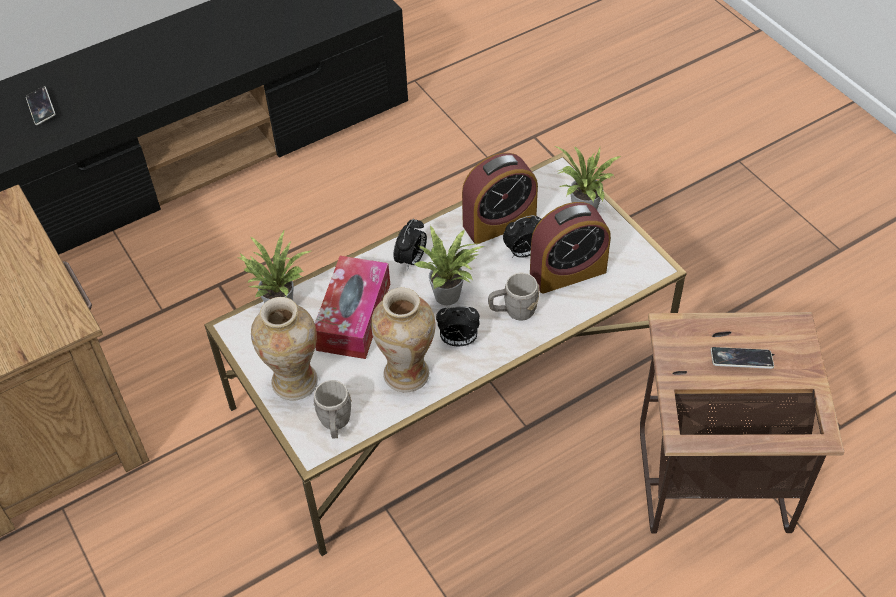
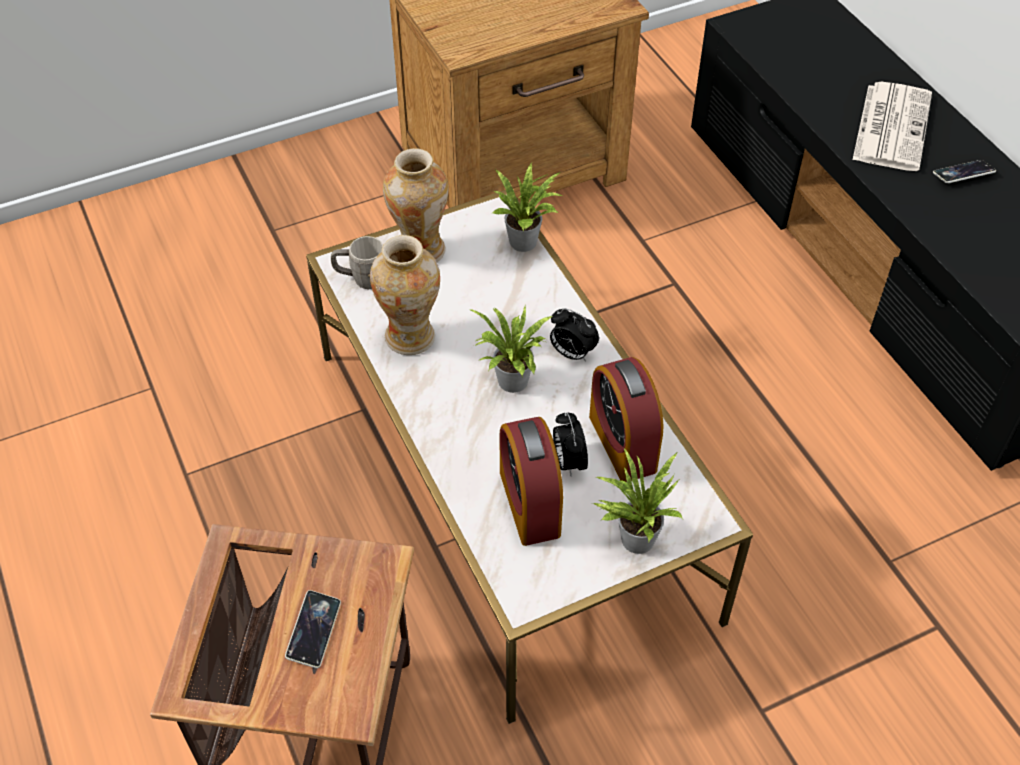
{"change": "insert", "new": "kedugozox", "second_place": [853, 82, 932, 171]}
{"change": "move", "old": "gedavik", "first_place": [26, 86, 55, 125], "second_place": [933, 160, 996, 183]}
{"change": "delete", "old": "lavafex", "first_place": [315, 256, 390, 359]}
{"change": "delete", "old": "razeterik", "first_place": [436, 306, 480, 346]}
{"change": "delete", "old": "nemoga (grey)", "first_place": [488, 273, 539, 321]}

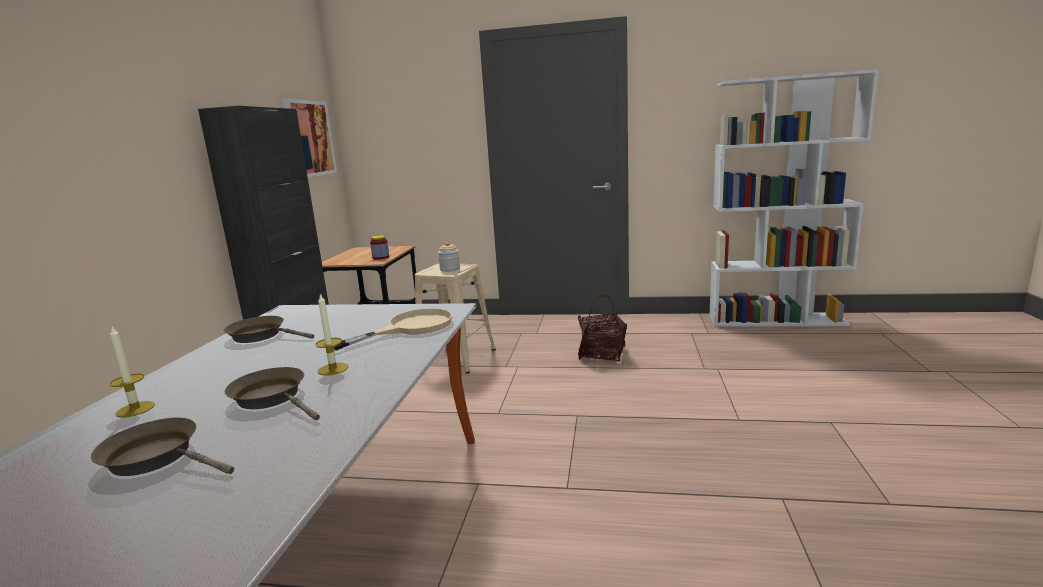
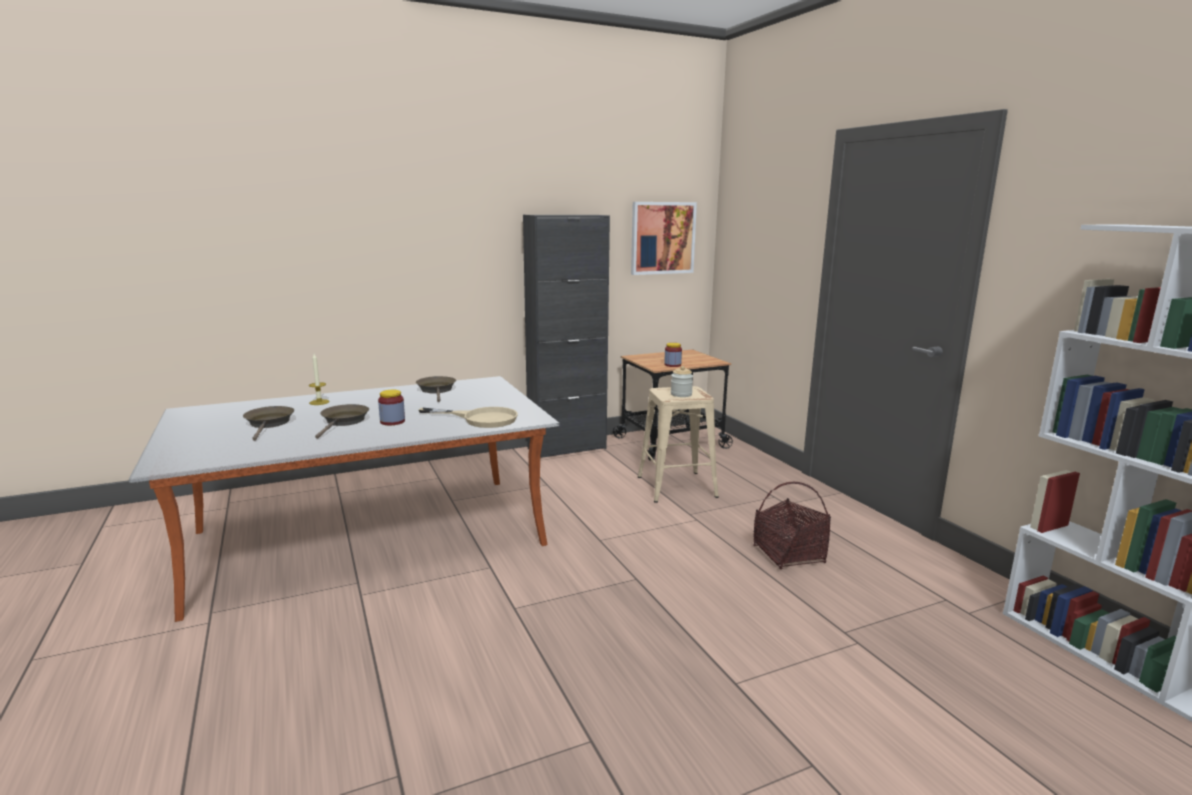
{"change": "replace", "old": "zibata", "new": "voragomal", "first_place": [315, 293, 348, 376], "second_place": [378, 390, 405, 425]}

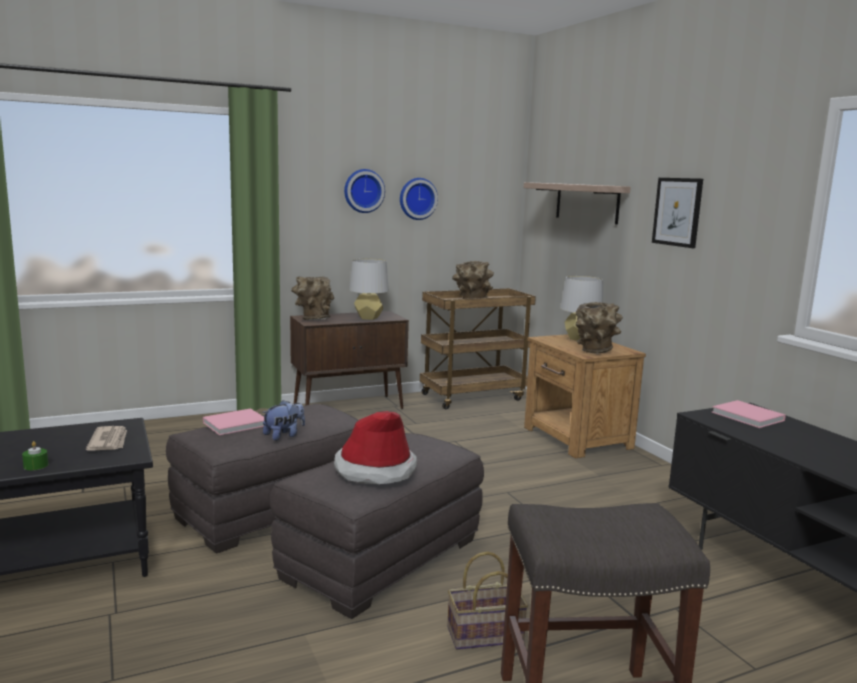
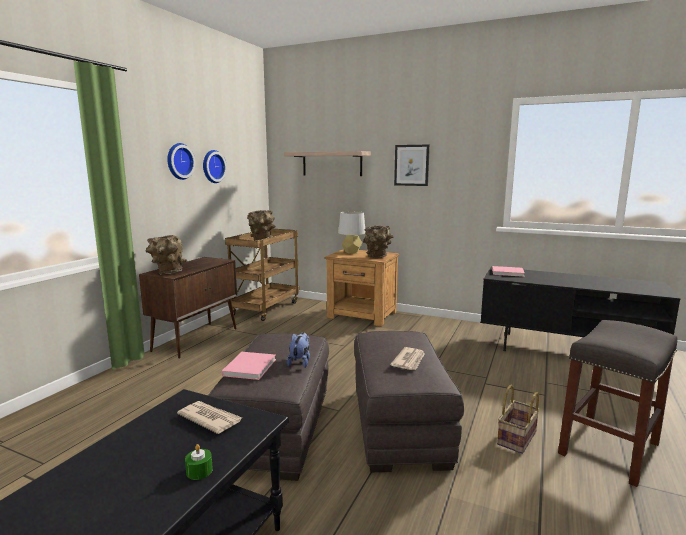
{"change": "replace", "old": "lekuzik", "new": "kedugozox", "first_place": [334, 411, 417, 484], "second_place": [391, 347, 425, 370]}
{"change": "delete", "old": "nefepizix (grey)", "first_place": [349, 259, 389, 320]}

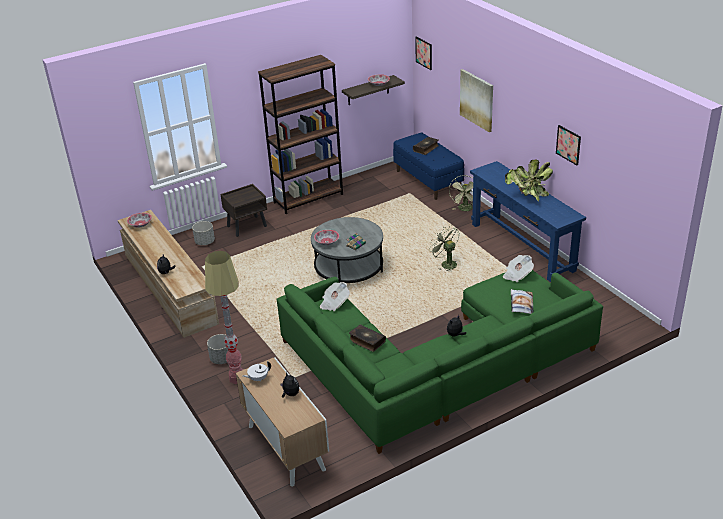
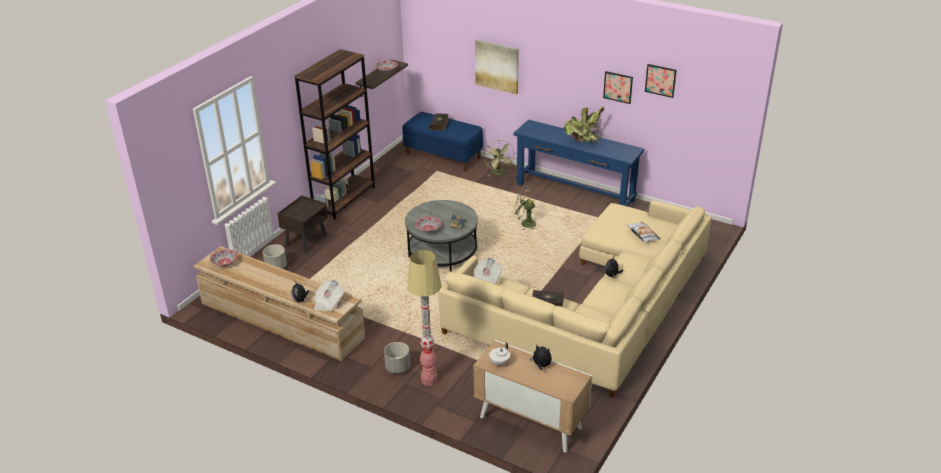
{"change": "move", "old": "kedugozox", "first_place": [503, 255, 534, 282], "second_place": [314, 280, 344, 311]}
{"change": "recolor", "old": "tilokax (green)", "new": "tilokax (beige)", "first_place": [276, 270, 603, 454], "second_place": [438, 200, 712, 398]}
{"change": "move", "old": "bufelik", "first_place": [415, 37, 432, 70], "second_place": [645, 64, 677, 98]}

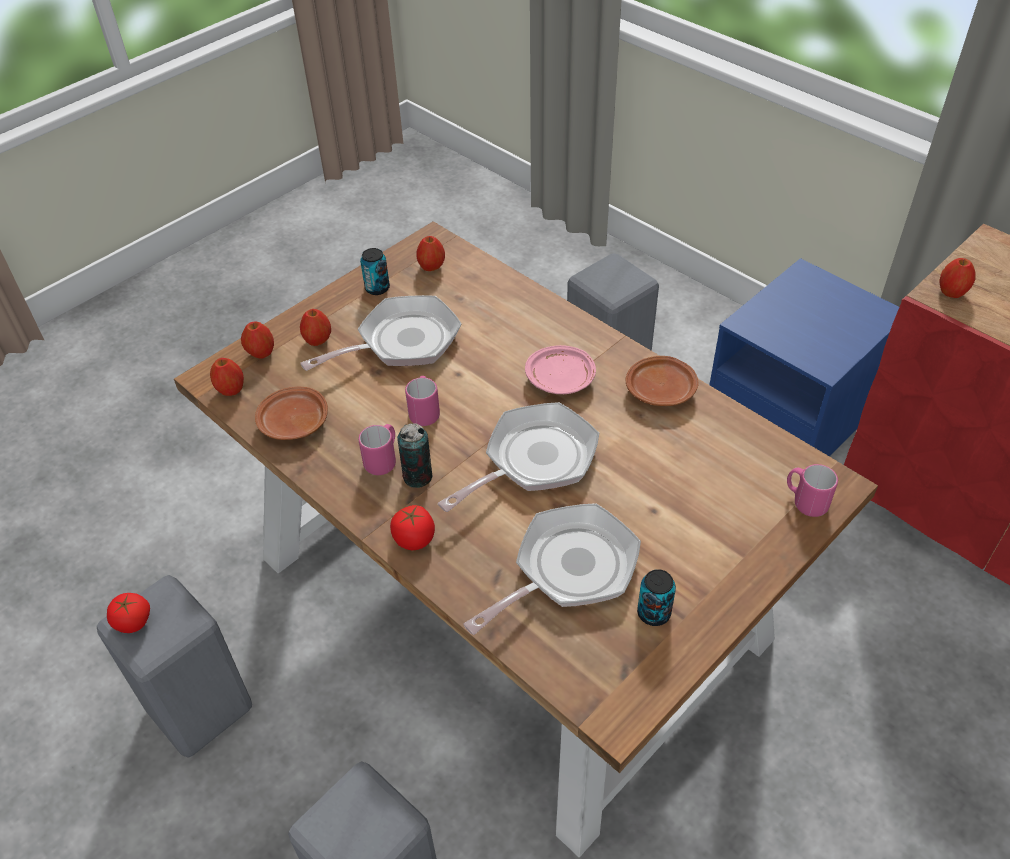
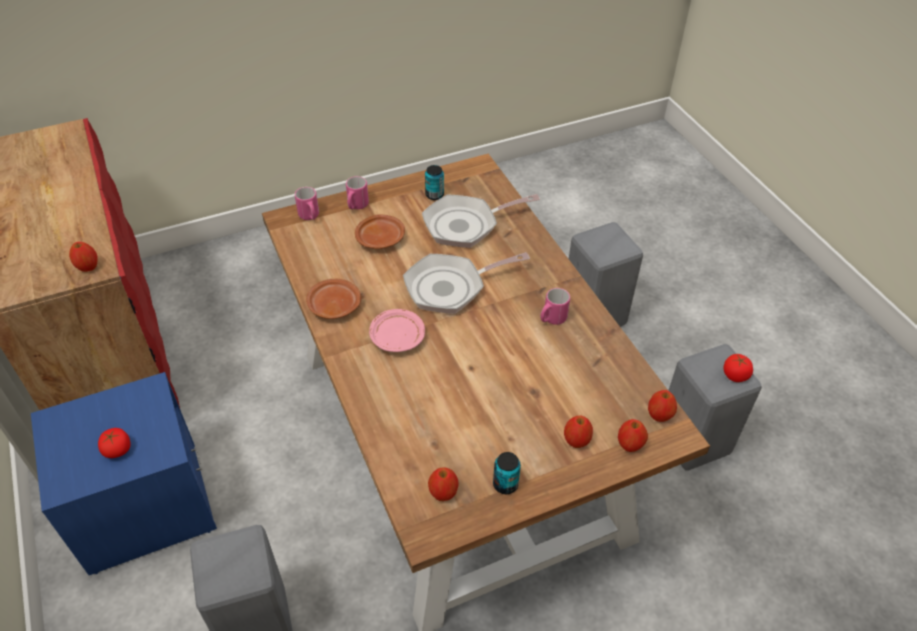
{"change": "move", "old": "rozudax", "first_place": [390, 505, 435, 550], "second_place": [98, 428, 130, 458]}
{"change": "move", "old": "nemoga (pink)", "first_place": [405, 376, 440, 426], "second_place": [346, 176, 369, 209]}
{"change": "move", "old": "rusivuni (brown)", "first_place": [255, 387, 328, 440], "second_place": [355, 214, 405, 249]}
{"change": "delete", "old": "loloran", "first_place": [300, 295, 462, 371]}
{"change": "delete", "old": "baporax", "first_place": [397, 423, 432, 488]}

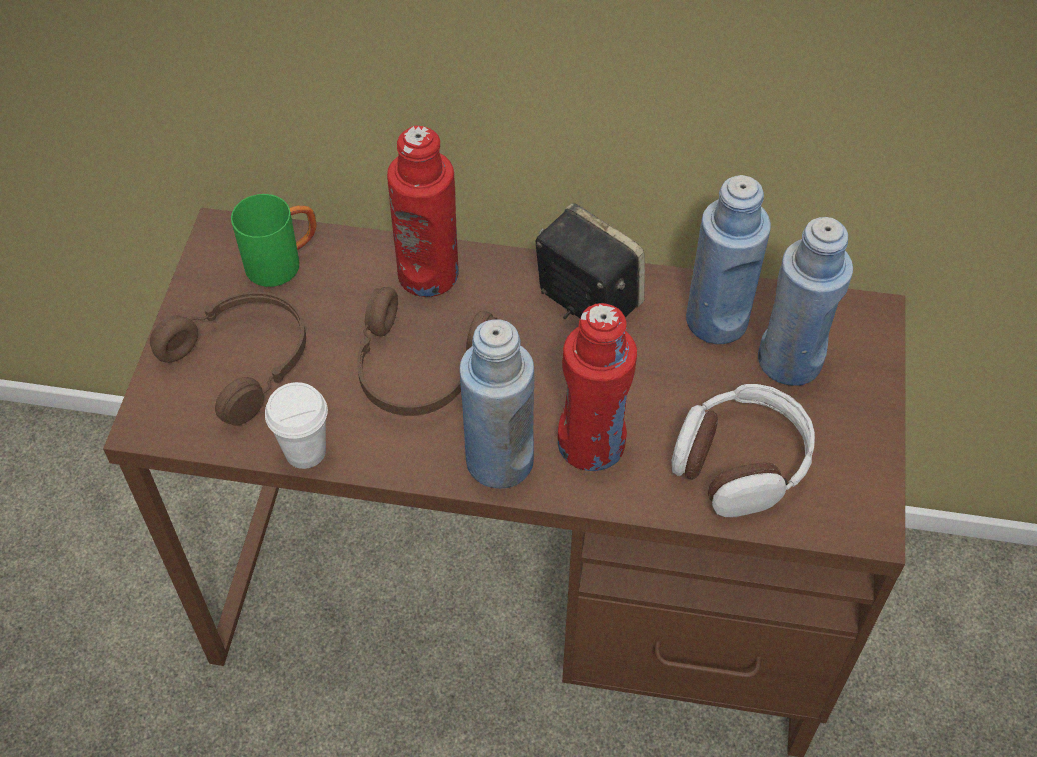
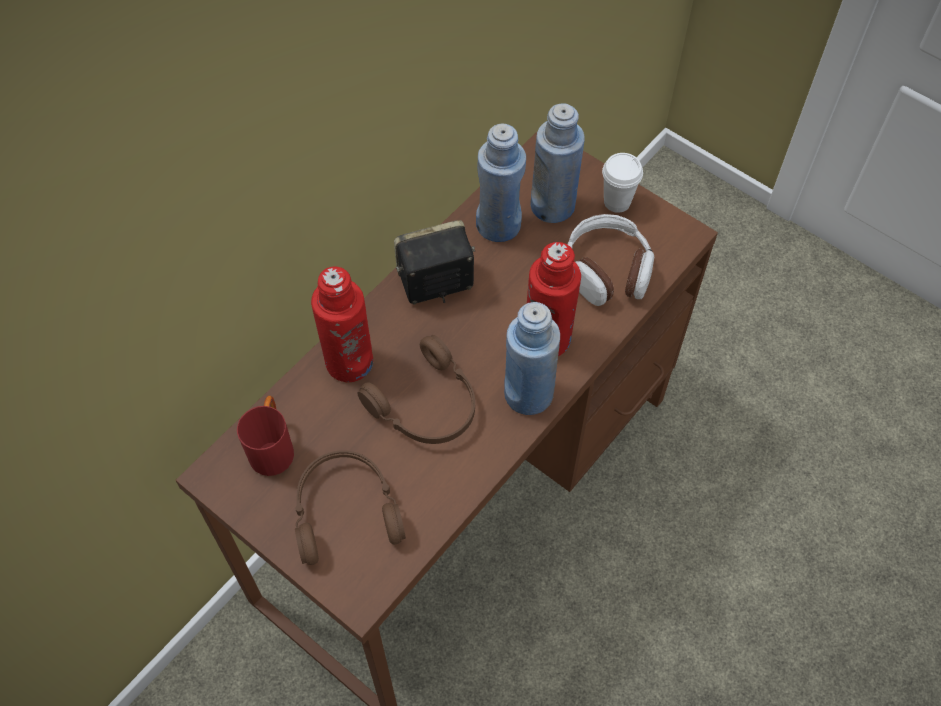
{"change": "recolor", "old": "nemoga (green)", "new": "nemoga (red)", "first_place": [231, 194, 317, 287], "second_place": [237, 396, 294, 476]}
{"change": "move", "old": "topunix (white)", "first_place": [265, 382, 328, 469], "second_place": [602, 153, 643, 213]}

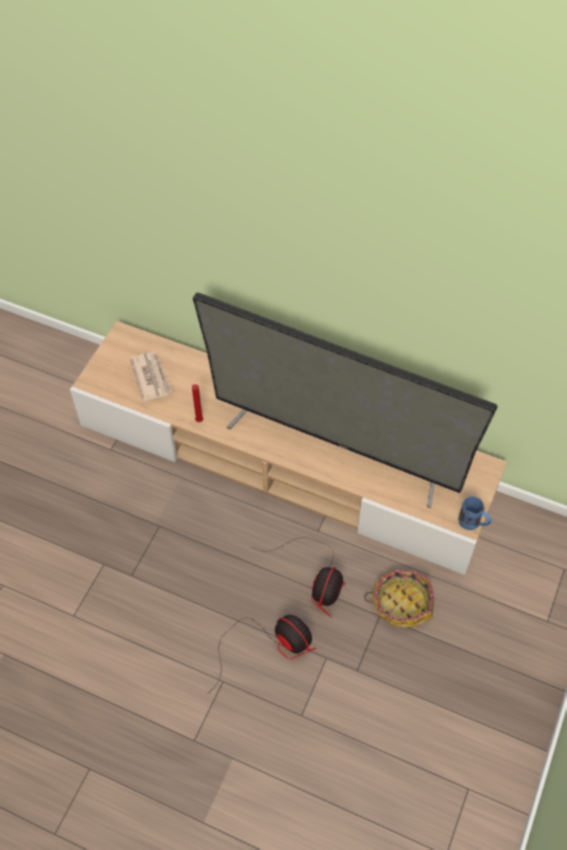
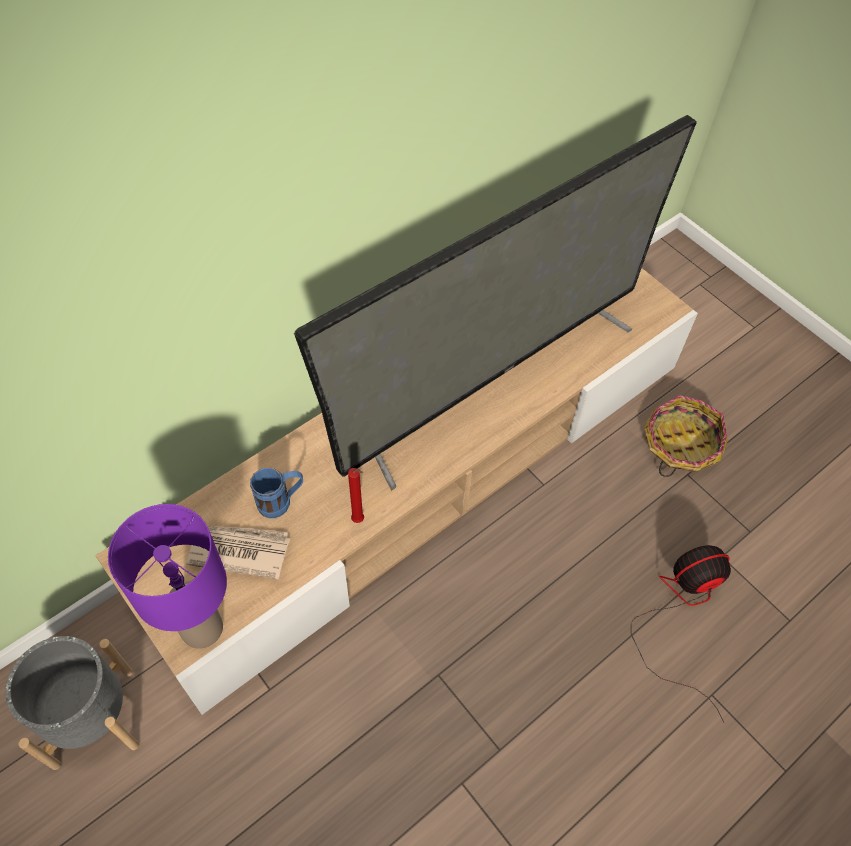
{"change": "insert", "new": "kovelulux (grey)", "second_place": [6, 636, 139, 770]}
{"change": "insert", "new": "nefepizix (purple)", "second_place": [108, 504, 227, 649]}
{"change": "move", "old": "nemoga (blue)", "first_place": [458, 496, 492, 530], "second_place": [250, 467, 303, 518]}
{"change": "delete", "old": "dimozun", "first_place": [251, 537, 345, 618]}

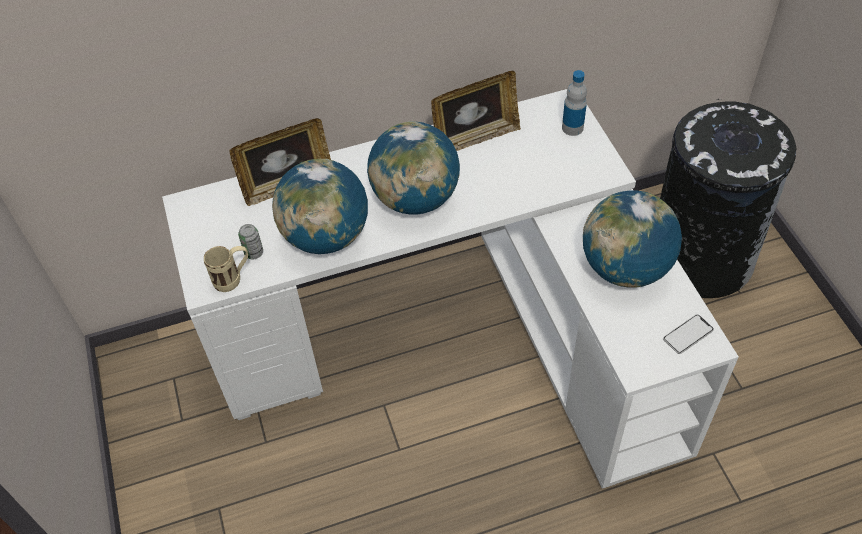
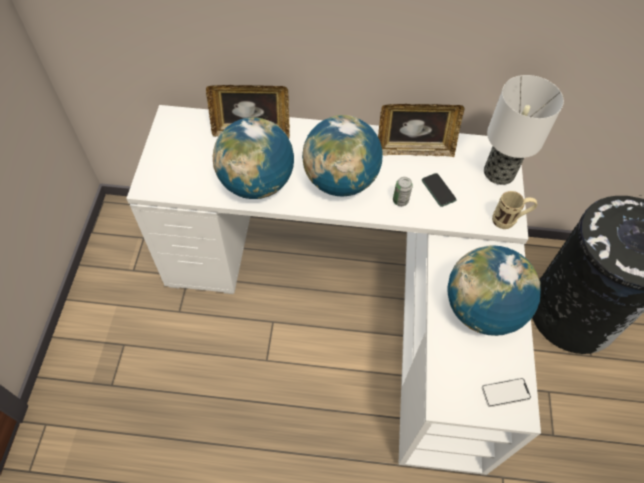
{"change": "move", "old": "baporax", "first_place": [238, 224, 263, 259], "second_place": [393, 177, 413, 206]}
{"change": "insert", "new": "gedavik", "second_place": [422, 173, 456, 207]}
{"change": "replace", "old": "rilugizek", "new": "nefepizix", "first_place": [562, 70, 587, 136], "second_place": [484, 75, 564, 185]}
{"change": "move", "old": "nemoga (beige)", "first_place": [204, 246, 248, 292], "second_place": [492, 191, 537, 229]}

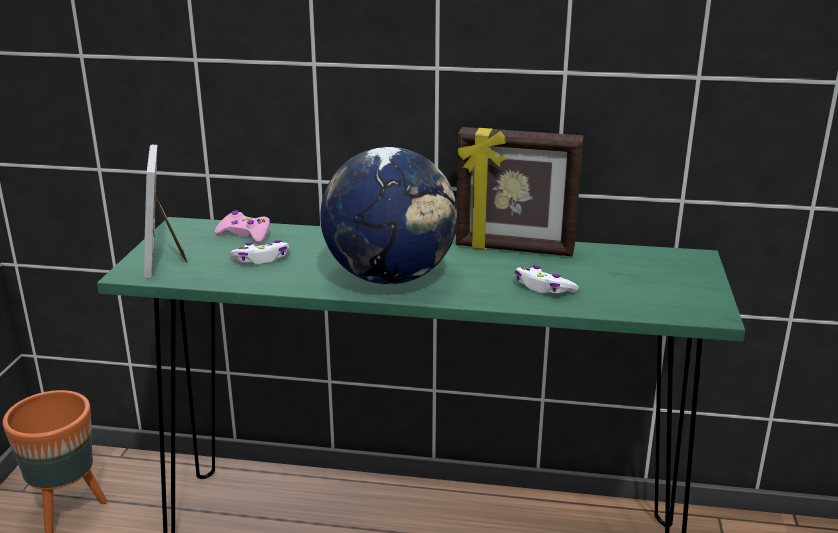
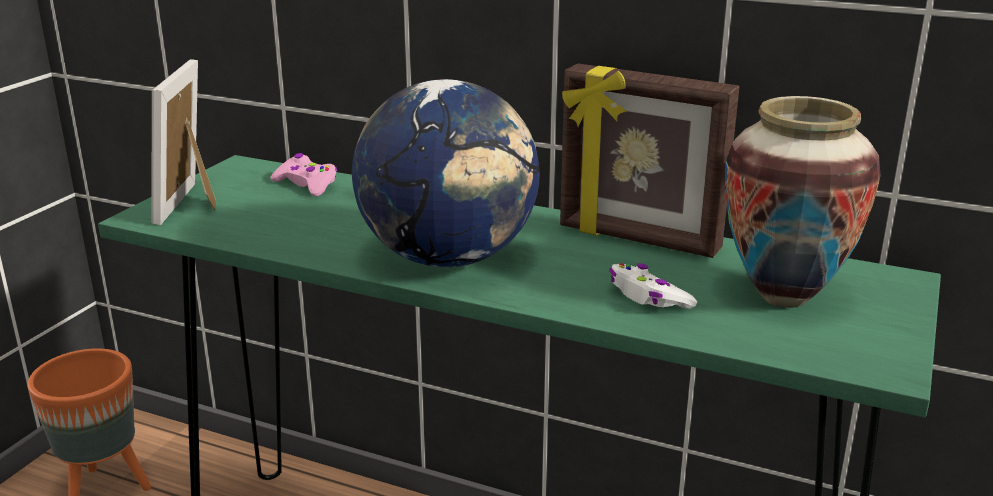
{"change": "insert", "new": "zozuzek", "second_place": [725, 96, 881, 308]}
{"change": "delete", "old": "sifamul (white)", "first_place": [229, 240, 290, 264]}

